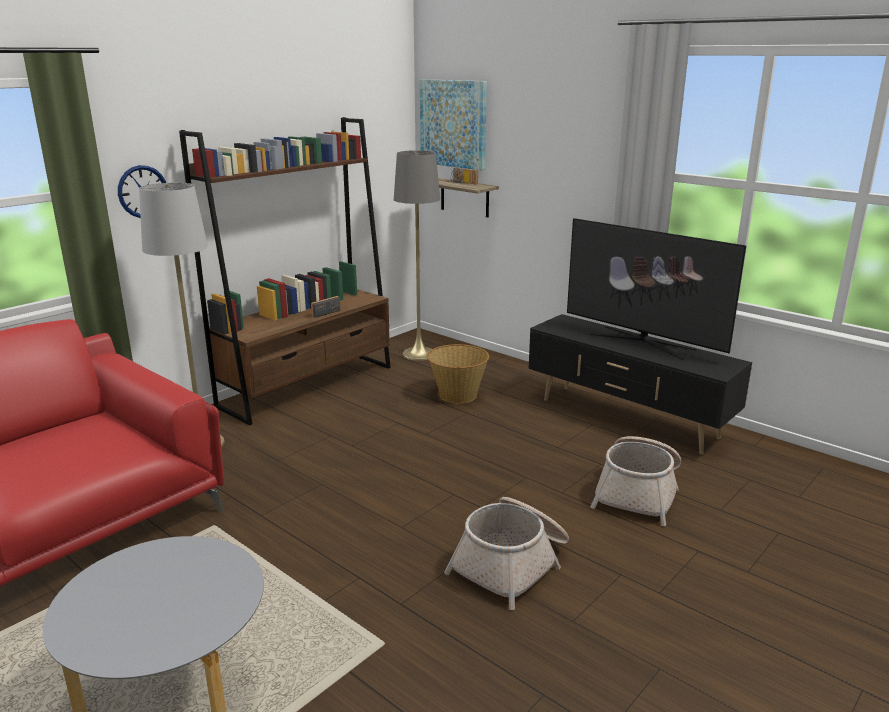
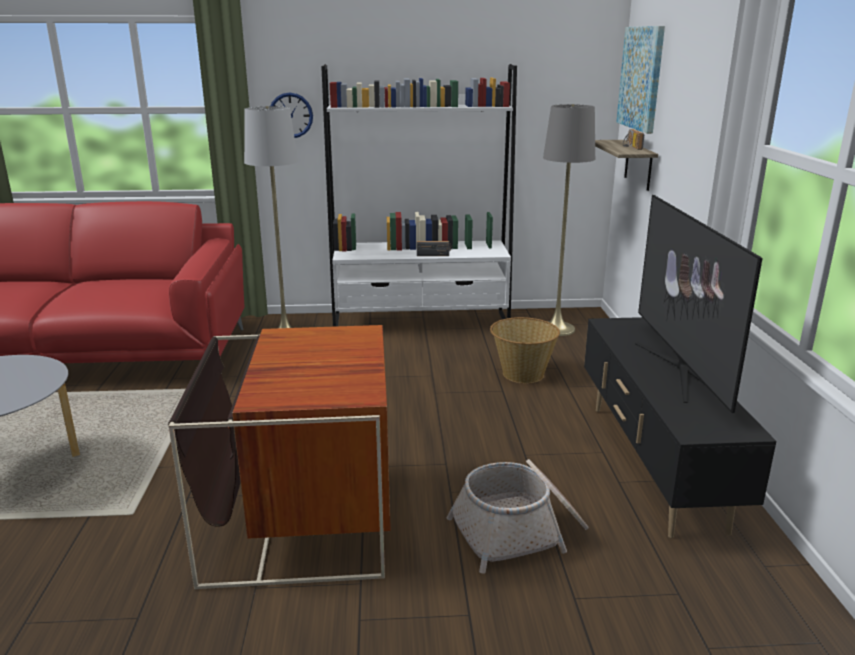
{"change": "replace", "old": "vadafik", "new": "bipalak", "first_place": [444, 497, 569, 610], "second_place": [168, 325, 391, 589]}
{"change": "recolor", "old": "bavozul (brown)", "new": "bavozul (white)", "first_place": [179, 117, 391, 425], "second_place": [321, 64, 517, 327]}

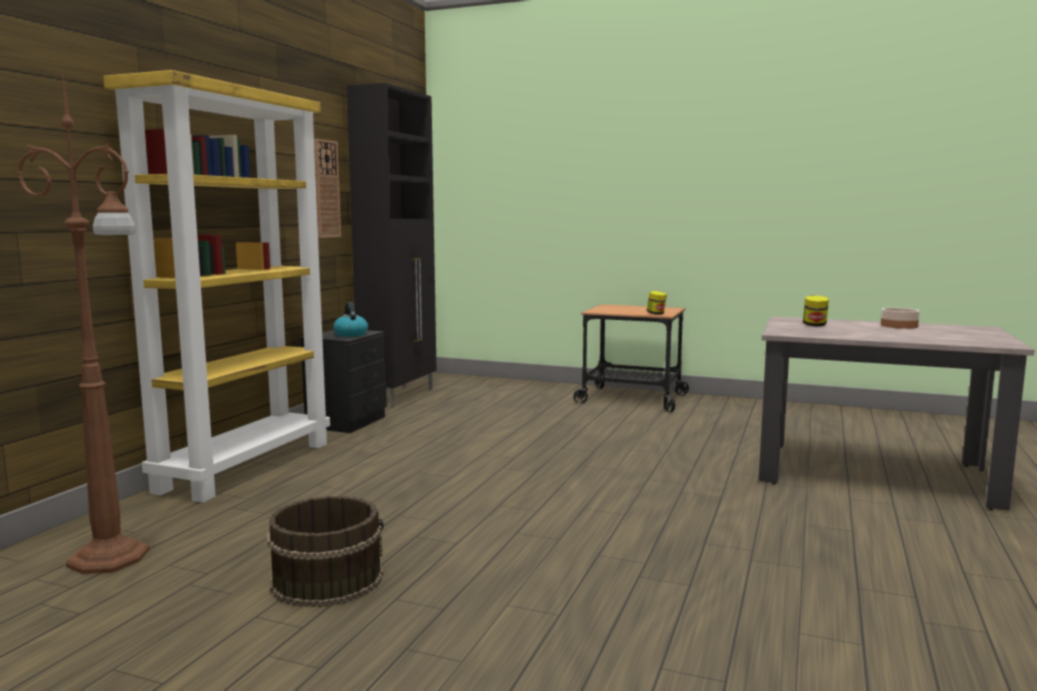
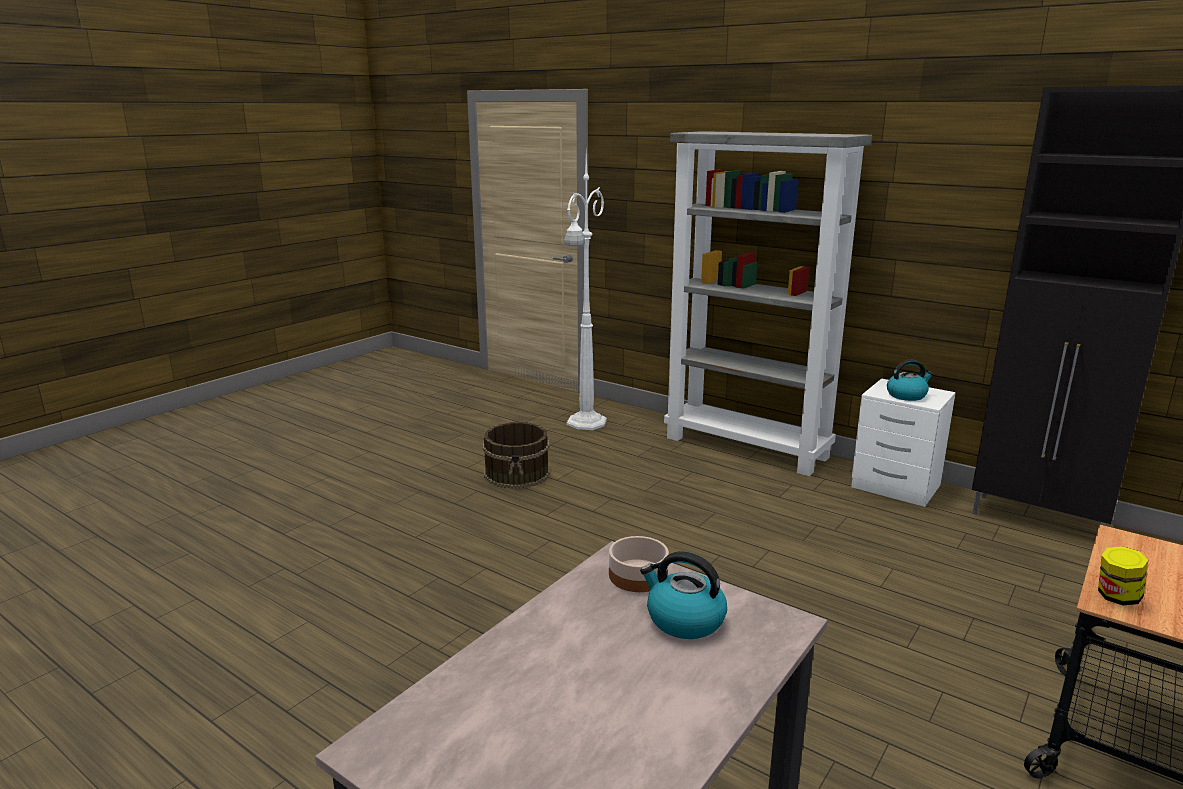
{"change": "recolor", "old": "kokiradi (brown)", "new": "kokiradi (white)", "first_place": [17, 69, 150, 574], "second_place": [564, 152, 607, 430]}
{"change": "move", "old": "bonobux", "first_place": [881, 308, 920, 329], "second_place": [609, 536, 669, 592]}
{"change": "replace", "old": "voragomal", "new": "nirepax", "first_place": [803, 295, 829, 327], "second_place": [640, 551, 727, 639]}
{"change": "recolor", "old": "bavozul (yellow)", "new": "bavozul (grey)", "first_place": [103, 70, 330, 503], "second_place": [664, 131, 872, 476]}
{"change": "recolor", "old": "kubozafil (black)", "new": "kubozafil (white)", "first_place": [301, 330, 387, 433], "second_place": [851, 378, 956, 507]}
{"change": "delete", "old": "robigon", "first_place": [314, 139, 341, 238]}

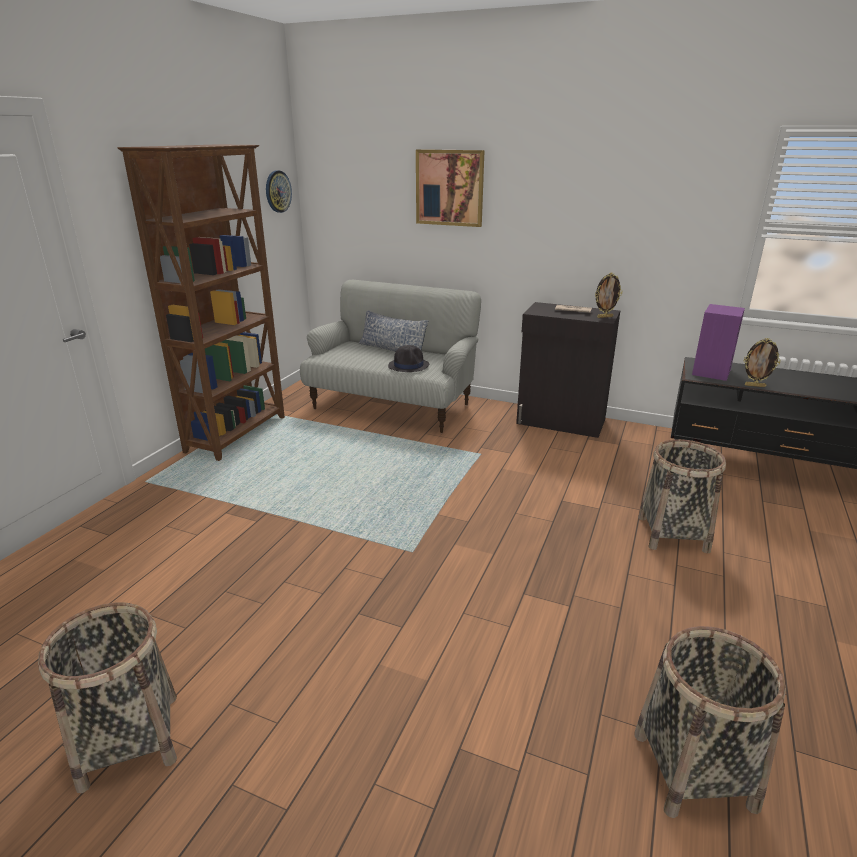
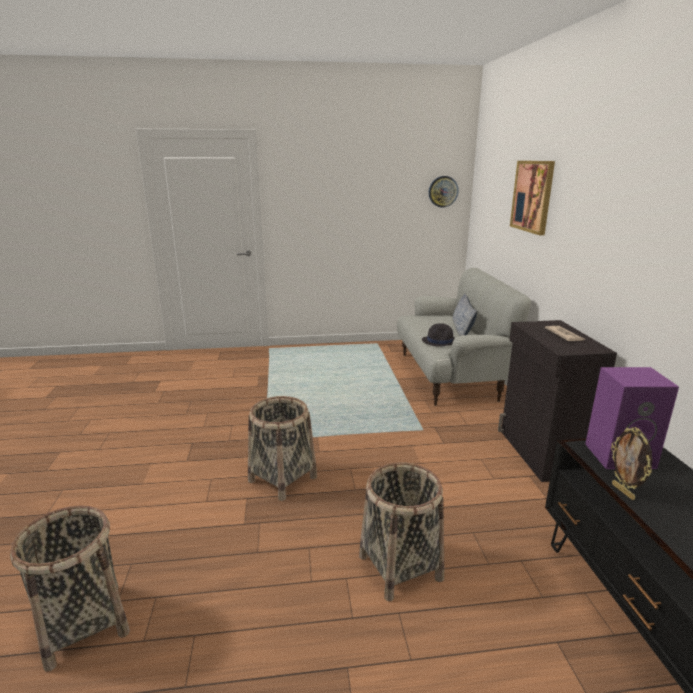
{"change": "move", "old": "vadafik", "first_place": [38, 602, 177, 793], "second_place": [248, 396, 317, 501]}
{"change": "delete", "old": "bavozul (brown)", "first_place": [118, 144, 285, 461]}
{"change": "delete", "old": "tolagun", "first_place": [595, 273, 622, 318]}

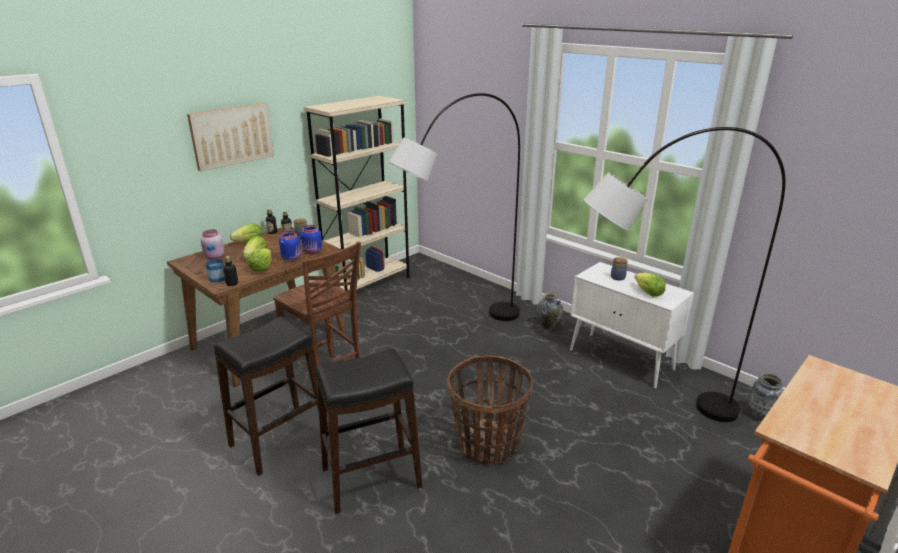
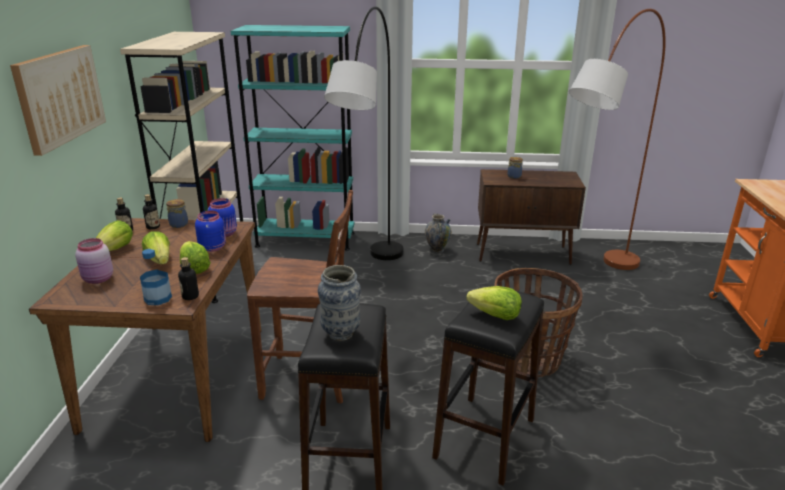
{"change": "insert", "new": "bavozul (turquoise)", "second_place": [230, 25, 355, 251]}
{"change": "move", "old": "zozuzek", "first_place": [749, 373, 784, 420], "second_place": [318, 265, 361, 341]}
{"change": "move", "old": "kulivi", "first_place": [634, 273, 666, 297], "second_place": [466, 286, 522, 320]}
{"change": "recolor", "old": "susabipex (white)", "new": "susabipex (brown)", "first_place": [570, 262, 694, 389], "second_place": [477, 169, 586, 265]}
{"change": "recolor", "old": "kokiradi (grey)", "new": "kokiradi (brown)", "first_place": [584, 127, 786, 422], "second_place": [569, 9, 666, 270]}

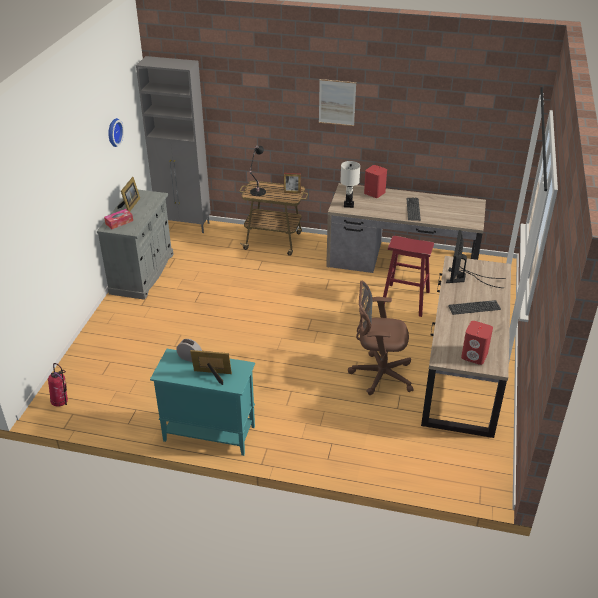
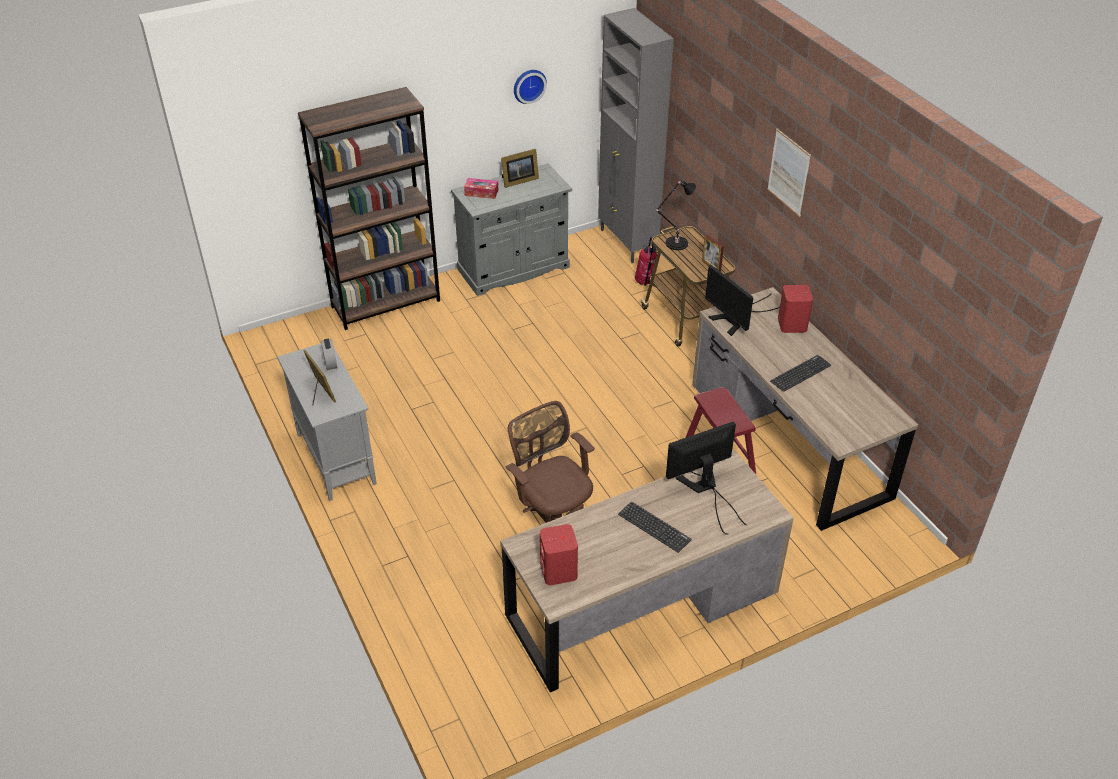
{"change": "recolor", "old": "susabipex (turquoise)", "new": "susabipex (grey)", "first_place": [150, 349, 255, 456], "second_place": [277, 343, 377, 501]}
{"change": "insert", "new": "bavozul (brown)", "second_place": [298, 87, 440, 330]}
{"change": "move", "old": "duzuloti", "first_place": [48, 363, 68, 407], "second_place": [635, 237, 658, 286]}
{"change": "replace", "old": "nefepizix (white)", "new": "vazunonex", "first_place": [340, 161, 360, 208], "second_place": [705, 265, 780, 336]}

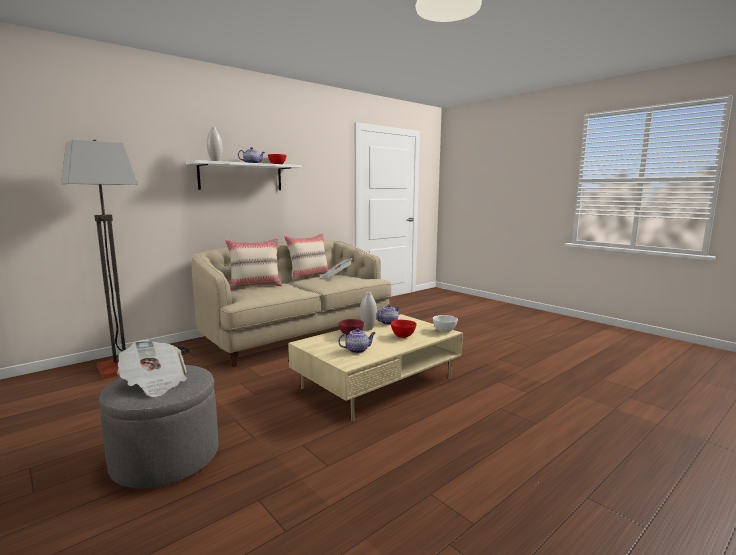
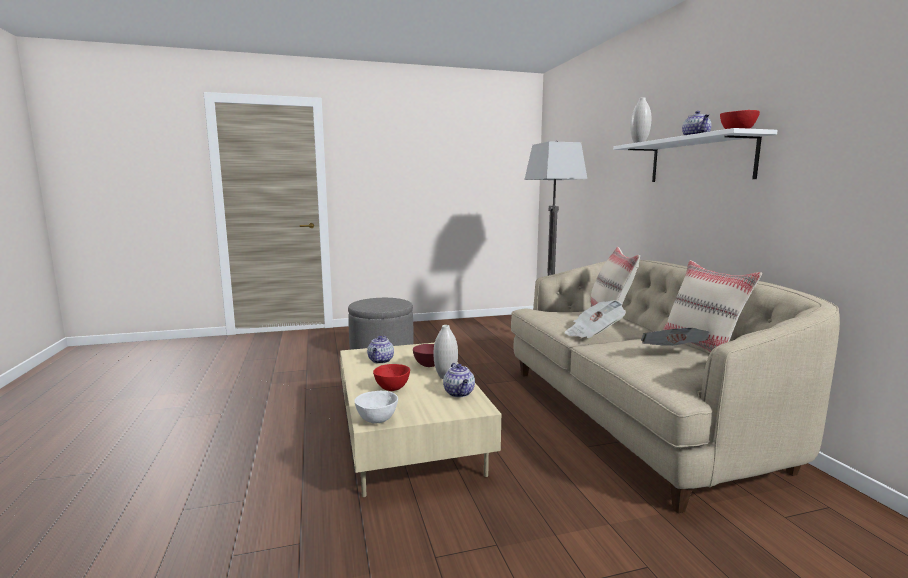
{"change": "move", "old": "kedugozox", "first_place": [117, 340, 187, 397], "second_place": [565, 300, 626, 338]}

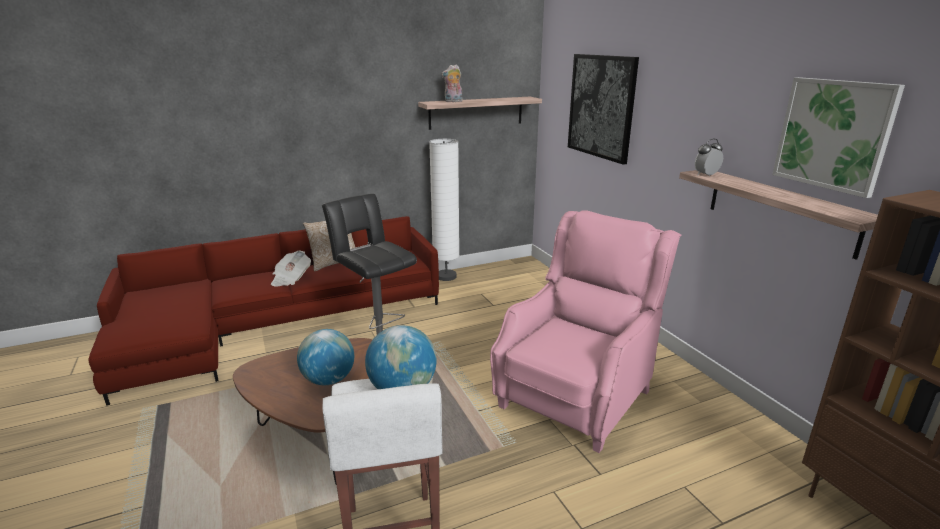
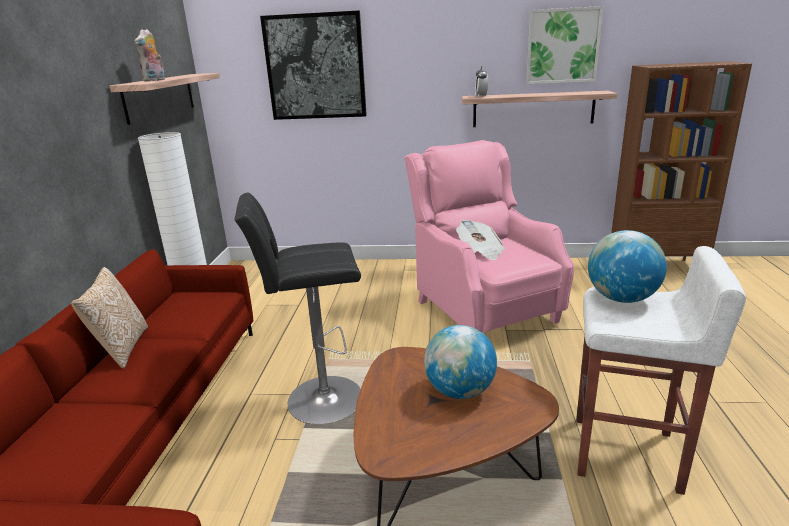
{"change": "move", "old": "kedugozox", "first_place": [271, 251, 311, 286], "second_place": [456, 220, 506, 260]}

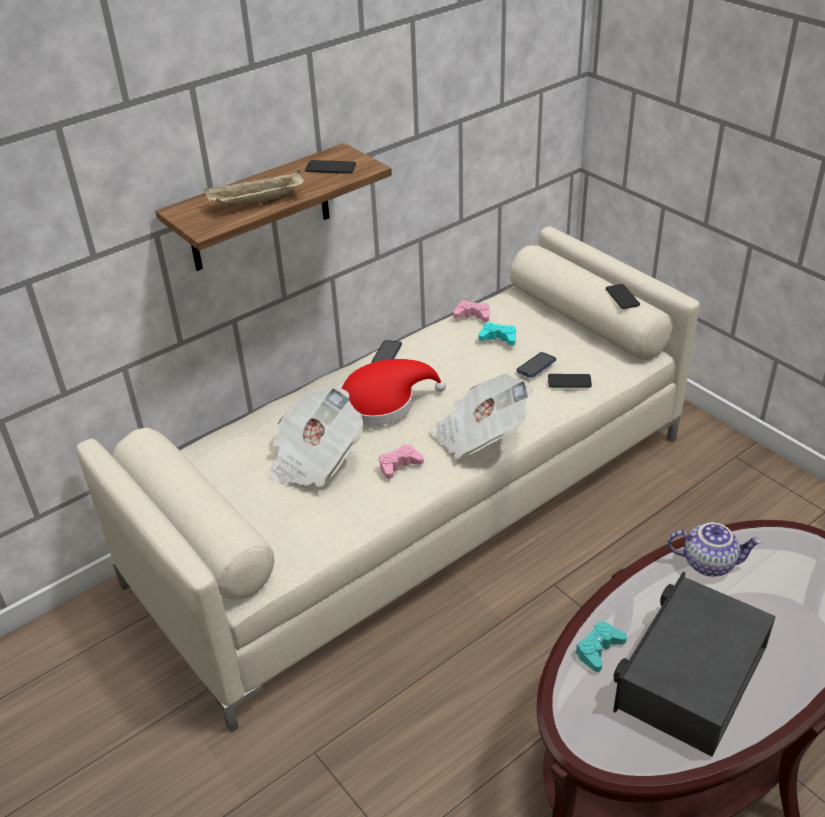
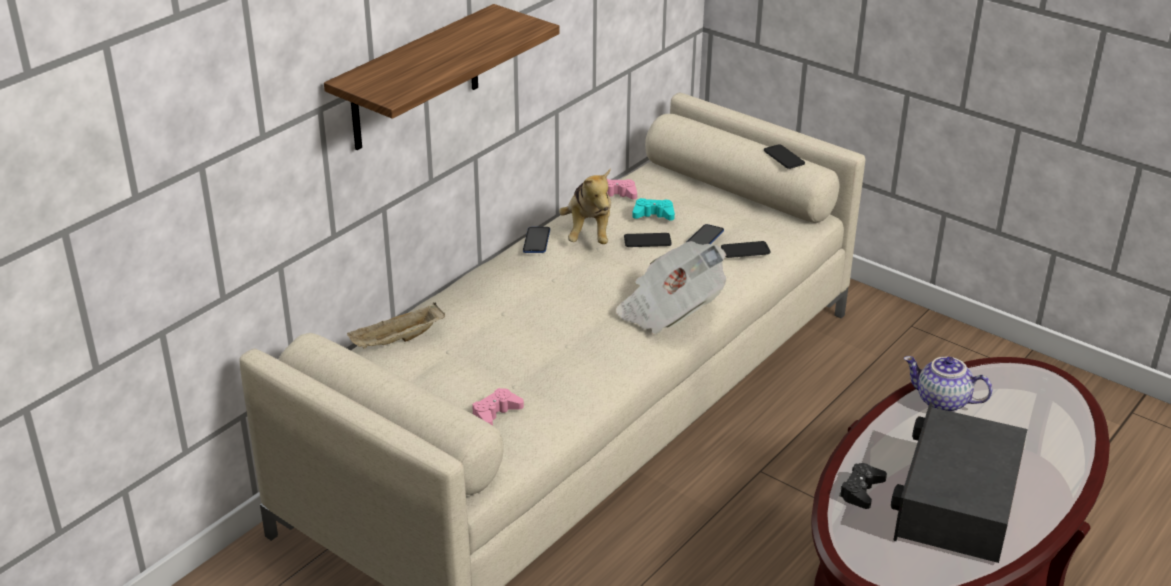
{"change": "move", "old": "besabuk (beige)", "first_place": [204, 170, 305, 205], "second_place": [347, 303, 445, 349]}
{"change": "move", "old": "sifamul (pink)", "first_place": [379, 444, 424, 479], "second_place": [472, 388, 524, 426]}
{"change": "insert", "new": "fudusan", "second_place": [559, 169, 611, 244]}
{"change": "move", "old": "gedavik", "first_place": [305, 160, 356, 174], "second_place": [624, 233, 672, 247]}
{"change": "recolor", "old": "sifamul (turquoise)", "new": "sifamul (black)", "first_place": [575, 622, 627, 672], "second_place": [839, 463, 887, 509]}
{"change": "rotate", "old": "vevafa", "first_place": [667, 523, 762, 577], "second_place": [904, 356, 992, 412], "degrees": -150}
{"change": "delete", "old": "kedugozox", "first_place": [269, 387, 363, 487]}
{"change": "delete", "old": "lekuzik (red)", "first_place": [340, 359, 446, 425]}

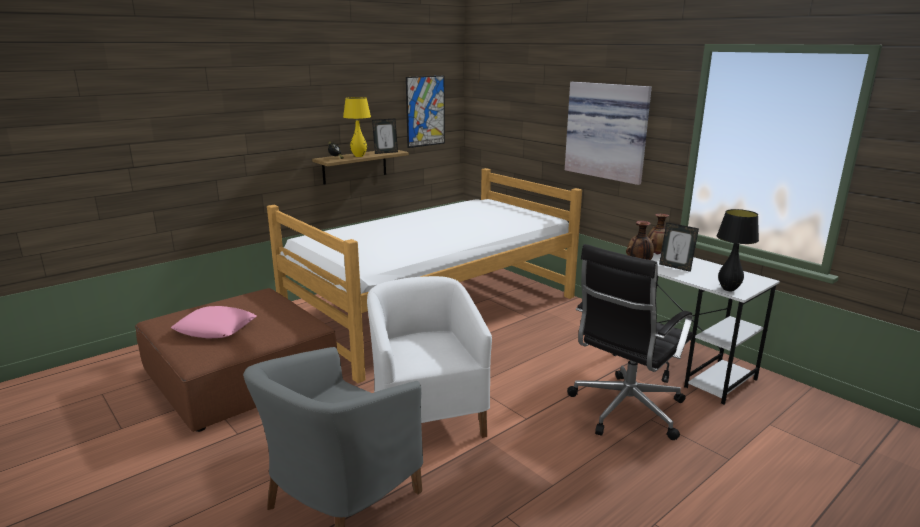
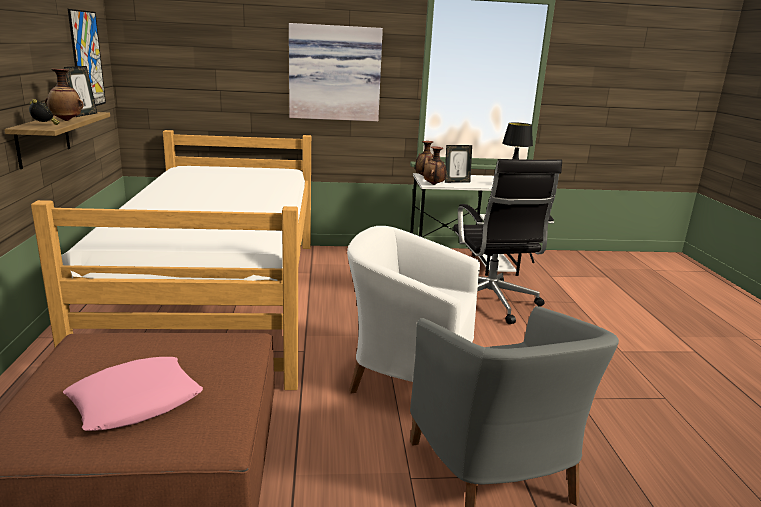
{"change": "replace", "old": "nefepizix (yellow)", "new": "zozuzek", "first_place": [343, 97, 371, 157], "second_place": [45, 69, 84, 121]}

